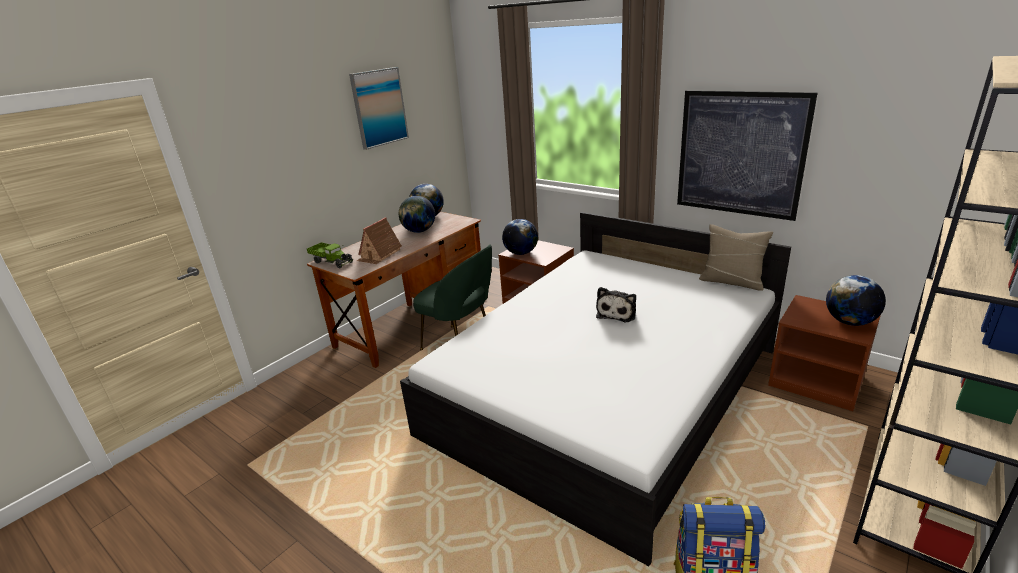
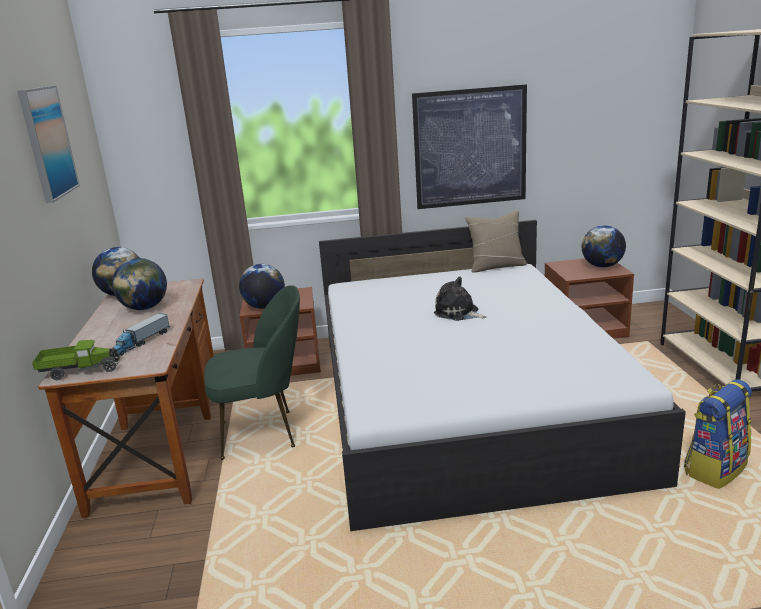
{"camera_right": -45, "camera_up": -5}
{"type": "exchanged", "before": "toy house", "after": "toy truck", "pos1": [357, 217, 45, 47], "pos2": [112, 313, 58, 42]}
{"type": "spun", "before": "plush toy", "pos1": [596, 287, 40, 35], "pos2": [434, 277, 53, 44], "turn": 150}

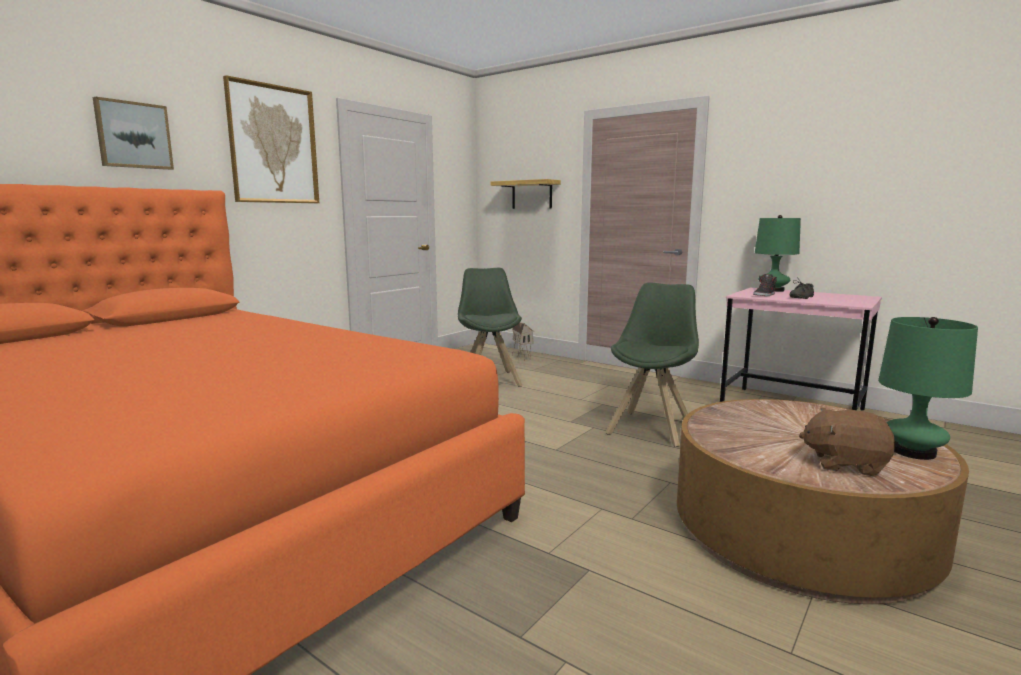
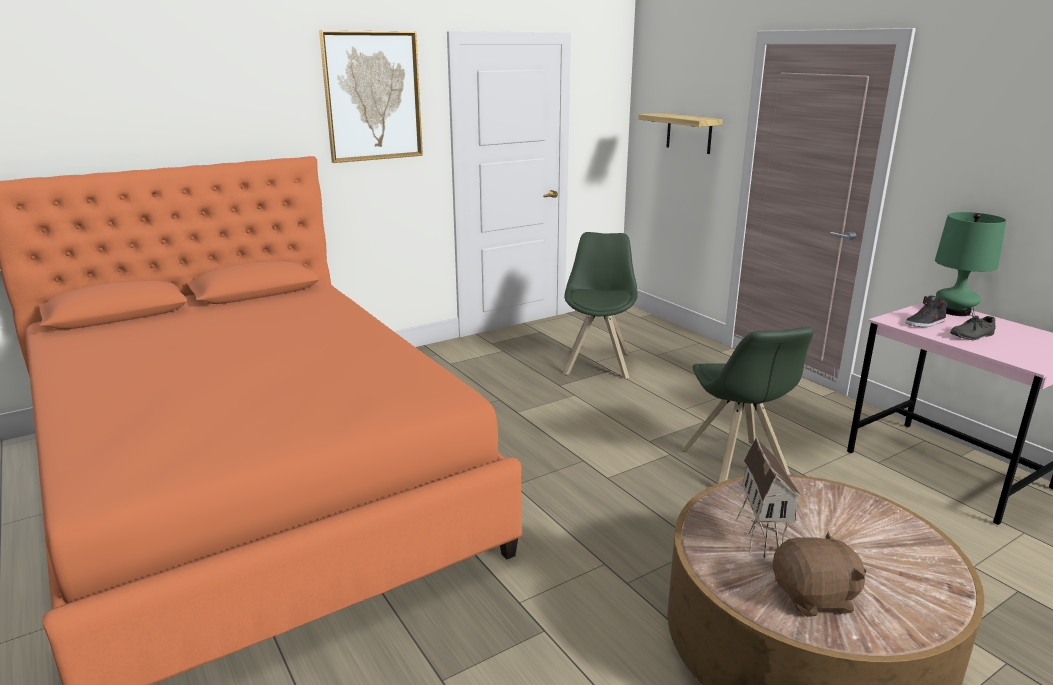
{"camera_right": 20, "camera_up": 10}
{"type": "missing", "before": "picture", "pos1": [93, 97, 81, 73]}
{"type": "spun", "before": "chair (green)", "pos1": [605, 282, 94, 165], "pos2": [681, 327, 133, 156], "turn": 120}
{"type": "missing", "before": "table lamp (green)", "pos1": [878, 317, 100, 143]}
{"type": "relocated", "before": "toy house", "pos1": [512, 323, 22, 38], "pos2": [736, 436, 66, 122]}
{"type": "spun", "before": "plush toy (brown)", "pos1": [799, 408, 96, 68], "pos2": [772, 531, 94, 86], "turn": 135}

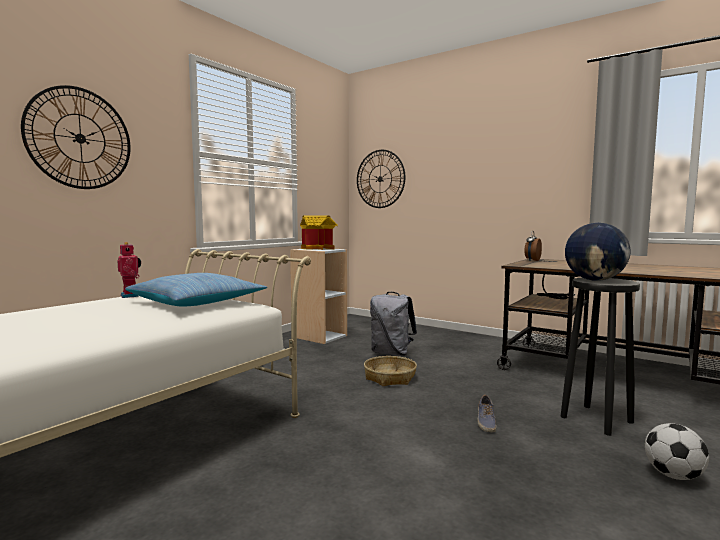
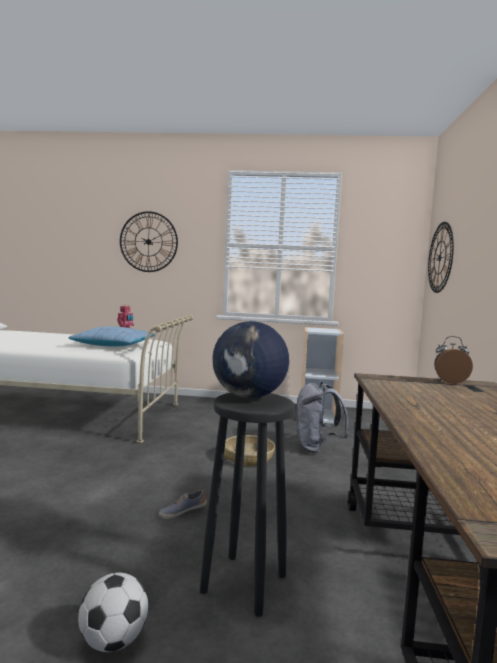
{"camera_right": 60, "camera_up": 0}
{"type": "missing", "before": "toy house", "pos1": [300, 215, 38, 35]}

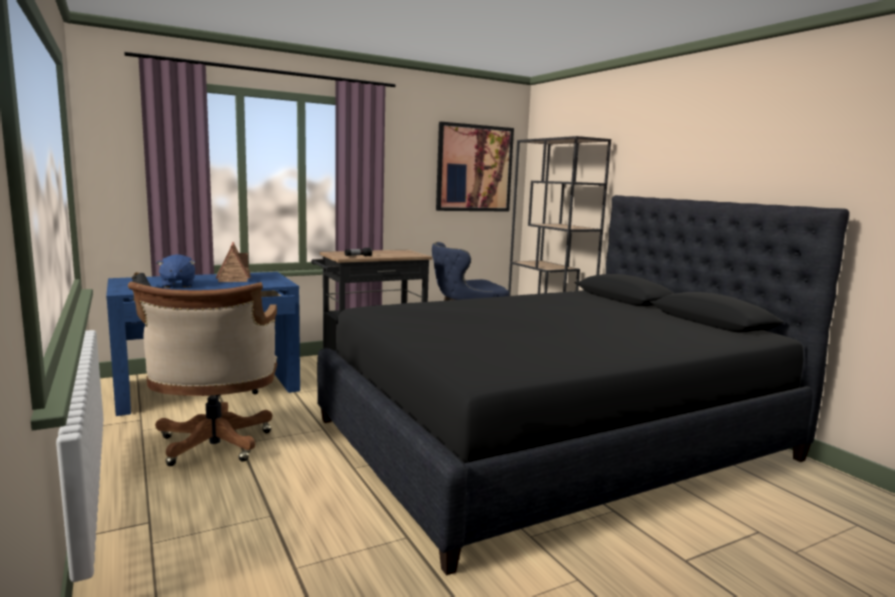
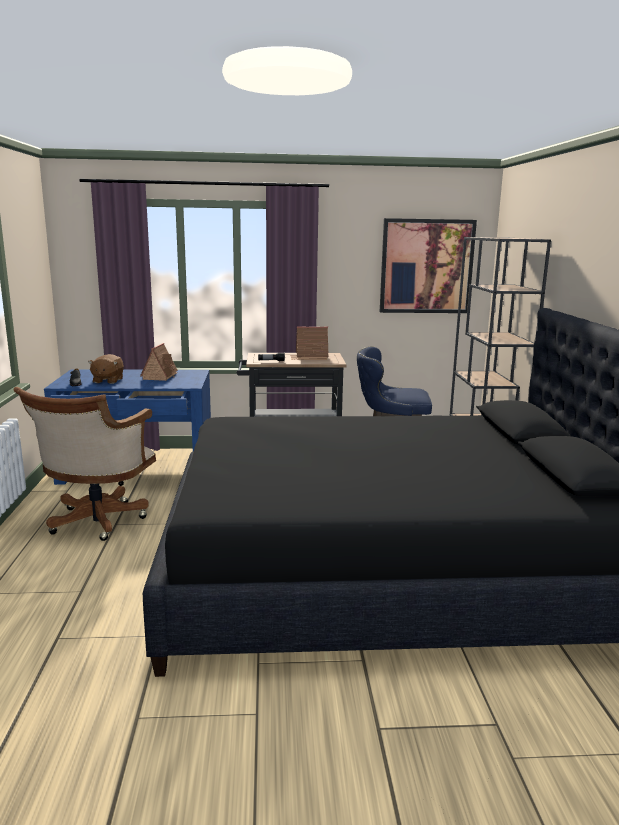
{"camera_right": 25, "camera_up": 5}
{"type": "colour", "before": "plush toy (blue)", "after": "plush toy (brown)", "pos1": [156, 254, 40, 34], "pos2": [88, 354, 36, 30]}
{"type": "appeared", "after": "toy house", "pos2": [290, 326, 39, 34]}

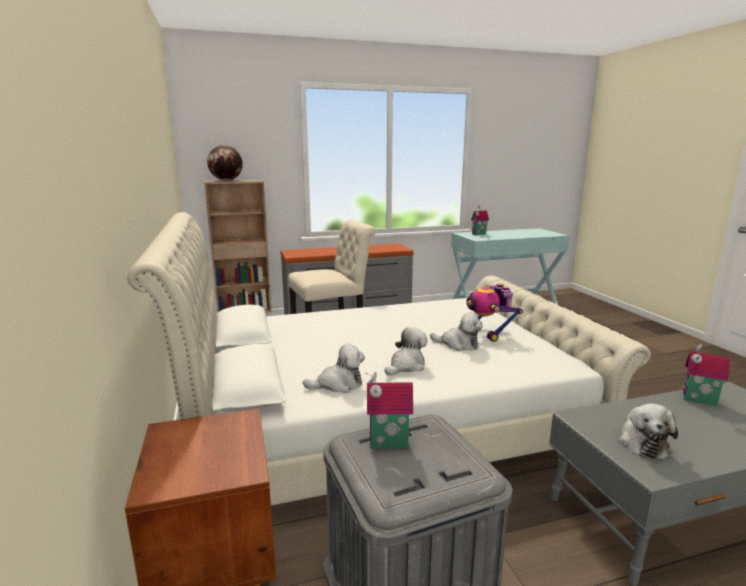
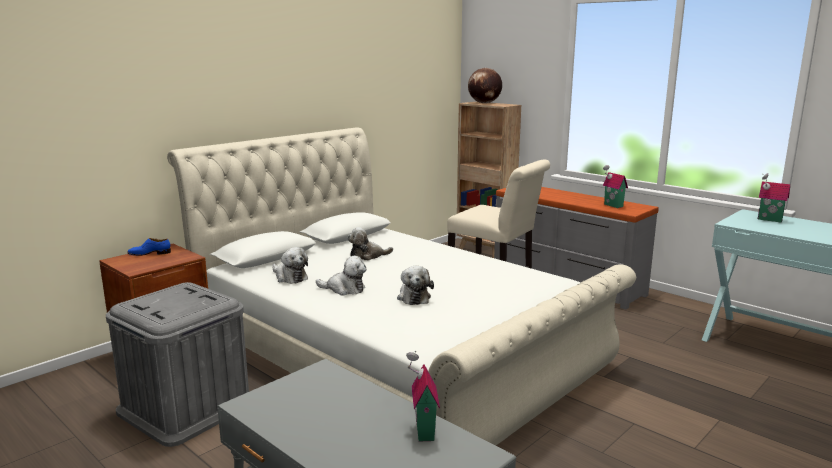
{"camera_right": 60, "camera_up": 0}
{"type": "missing", "before": "toy robot", "pos1": [466, 283, 57, 59]}
{"type": "relocated", "before": "toy house", "pos1": [366, 371, 47, 77], "pos2": [603, 165, 25, 43]}
{"type": "relocated", "before": "plush toy", "pos1": [618, 403, 60, 56], "pos2": [347, 227, 46, 33]}
{"type": "appeared", "after": "shoe (blue)", "pos2": [127, 238, 44, 18]}

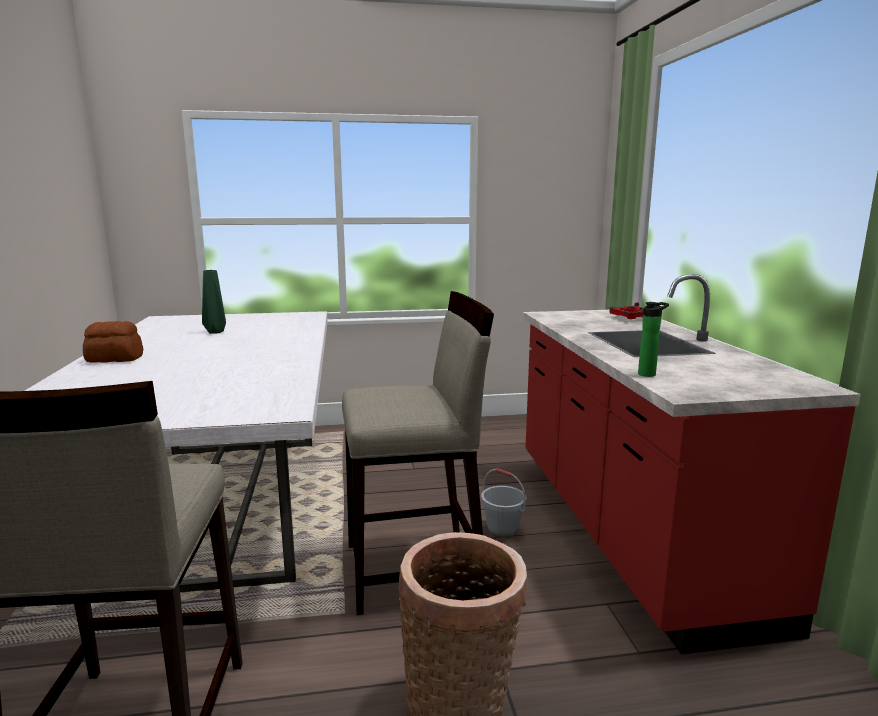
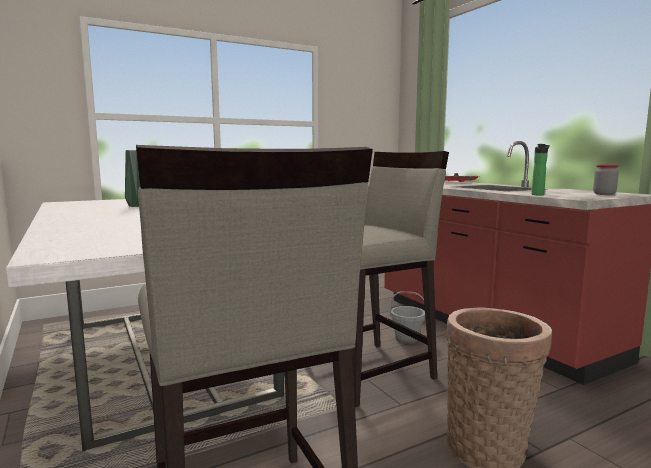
{"camera_right": -20, "camera_up": -5}
{"type": "missing", "before": "bread", "pos1": [83, 321, 60, 42]}
{"type": "appeared", "after": "jar", "pos2": [593, 164, 26, 31]}

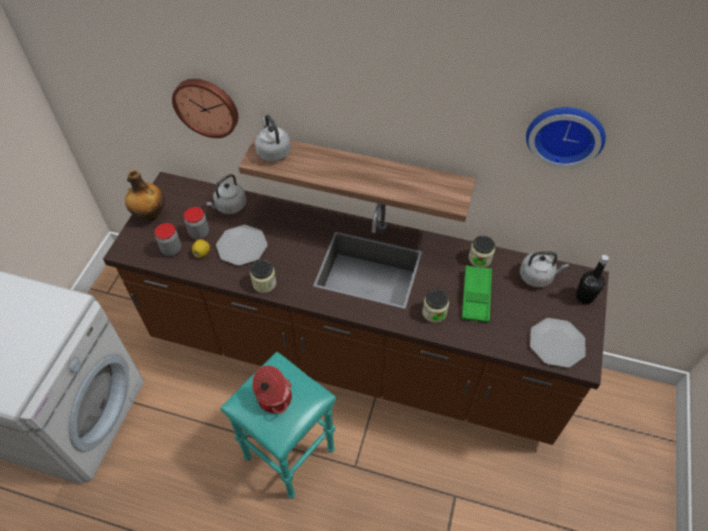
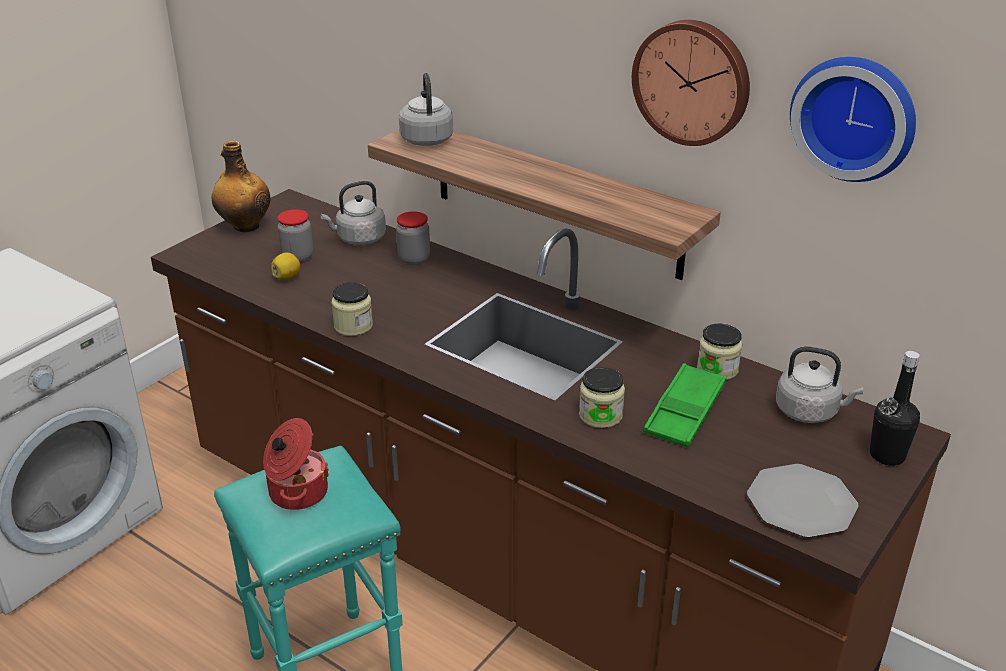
{"camera_right": 20, "camera_up": -20}
{"type": "relocated", "before": "wall clock", "pos1": [172, 79, 66, 59], "pos2": [632, 20, 118, 126]}
{"type": "relocated", "before": "jar", "pos1": [155, 223, 26, 33], "pos2": [396, 211, 34, 54]}
{"type": "missing", "before": "plate", "pos1": [216, 225, 52, 41]}

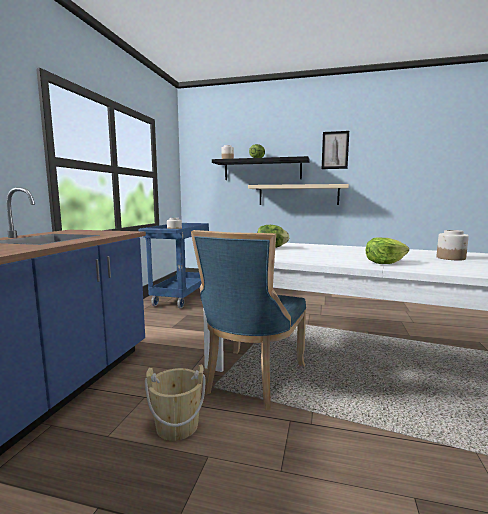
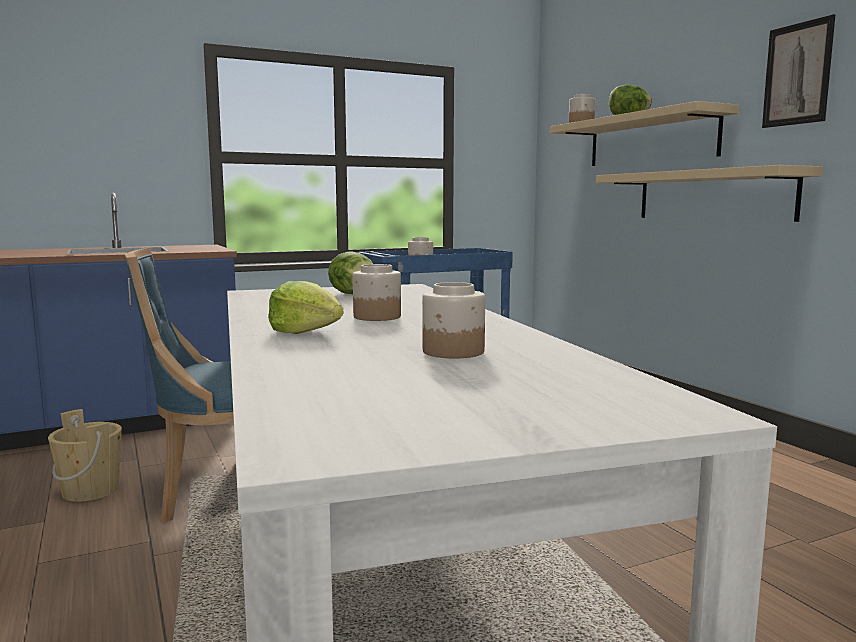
{"camera_right": 50, "camera_up": 0}
{"type": "colour", "before": "shelf (black)", "after": "shelf (beige)", "pos1": [212, 156, 98, 24], "pos2": [550, 101, 189, 65]}
{"type": "appeared", "after": "jar", "pos2": [353, 264, 48, 57]}

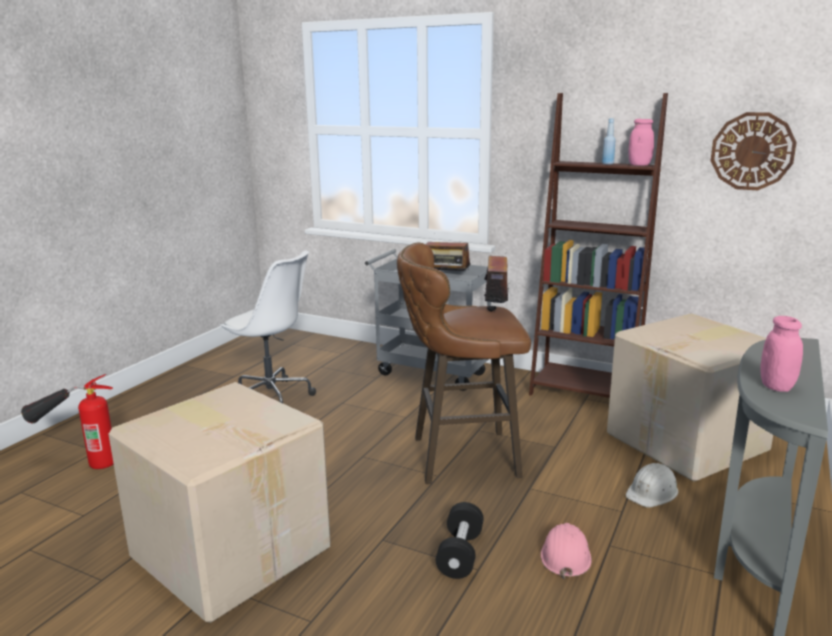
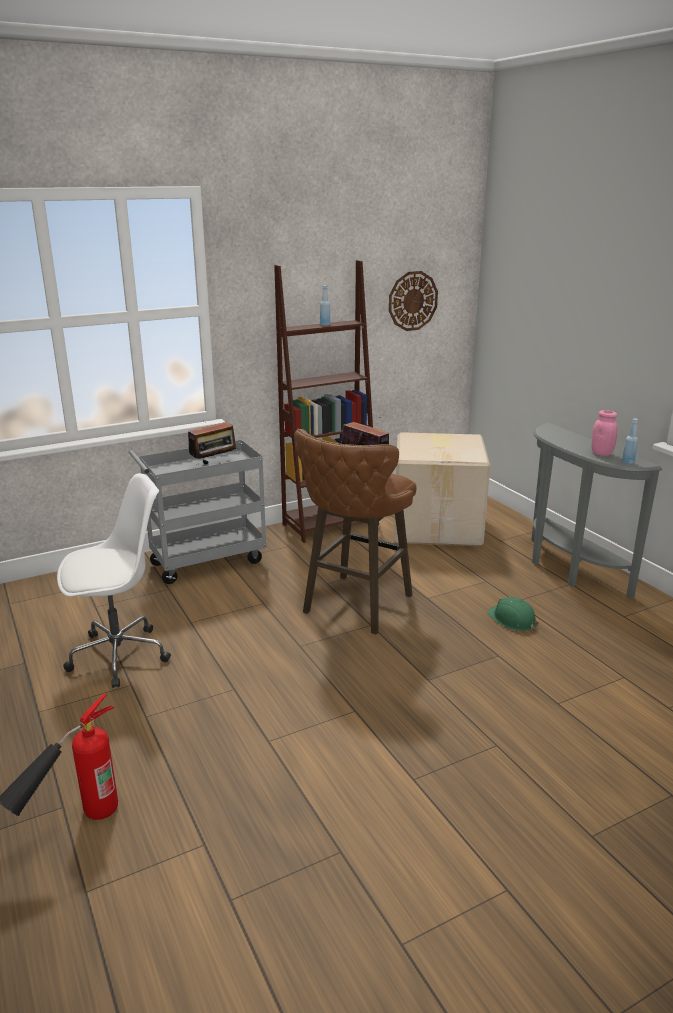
{"camera_right": -55, "camera_up": 5}
{"type": "missing", "before": "jar (pink)", "pos1": [629, 119, 25, 47]}
{"type": "missing", "before": "cardboard box", "pos1": [109, 382, 222, 241]}
{"type": "missing", "before": "hard hat (white)", "pos1": [626, 463, 52, 44]}
{"type": "missing", "before": "dumbbell (black)", "pos1": [436, 502, 48, 77]}
{"type": "colour", "before": "hard hat (pink)", "after": "hard hat (green)", "pos1": [541, 523, 51, 56], "pos2": [487, 597, 52, 34]}
{"type": "appeared", "after": "bottle (blue)", "pos2": [622, 418, 16, 46]}

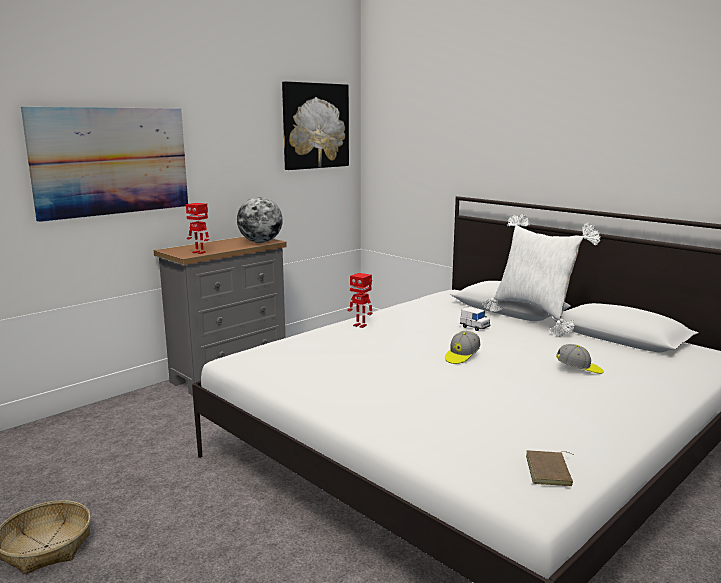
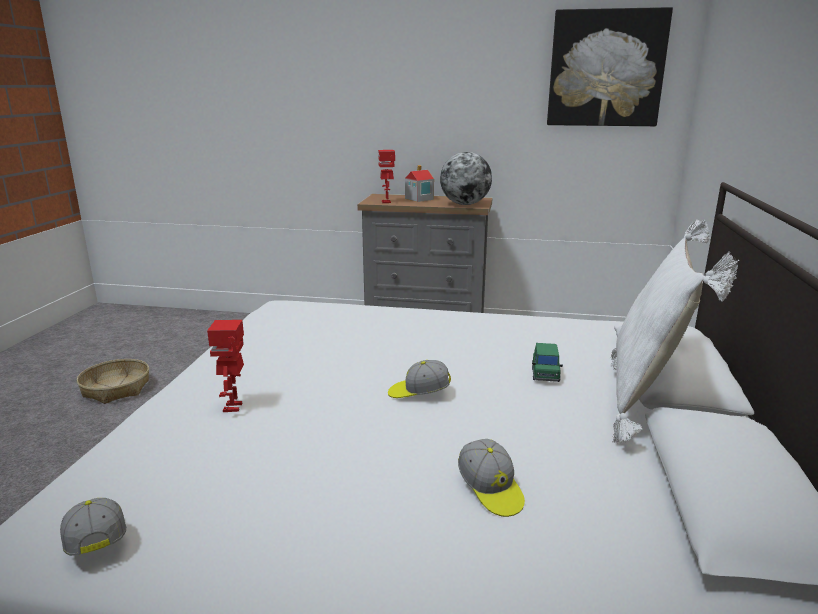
{"camera_right": 55, "camera_up": 5}
{"type": "missing", "before": "picture", "pos1": [21, 107, 167, 115]}
{"type": "relocated", "before": "toy robot", "pos1": [348, 273, 24, 55], "pos2": [207, 320, 37, 92]}
{"type": "colour", "before": "toy car (white)", "after": "toy car (green)", "pos1": [460, 307, 30, 24], "pos2": [532, 343, 31, 39]}
{"type": "exchanged", "before": "book (brown)", "after": "cap", "pos1": [526, 450, 48, 36], "pos2": [60, 498, 66, 58]}
{"type": "appeared", "after": "toy house", "pos2": [405, 165, 29, 37]}

